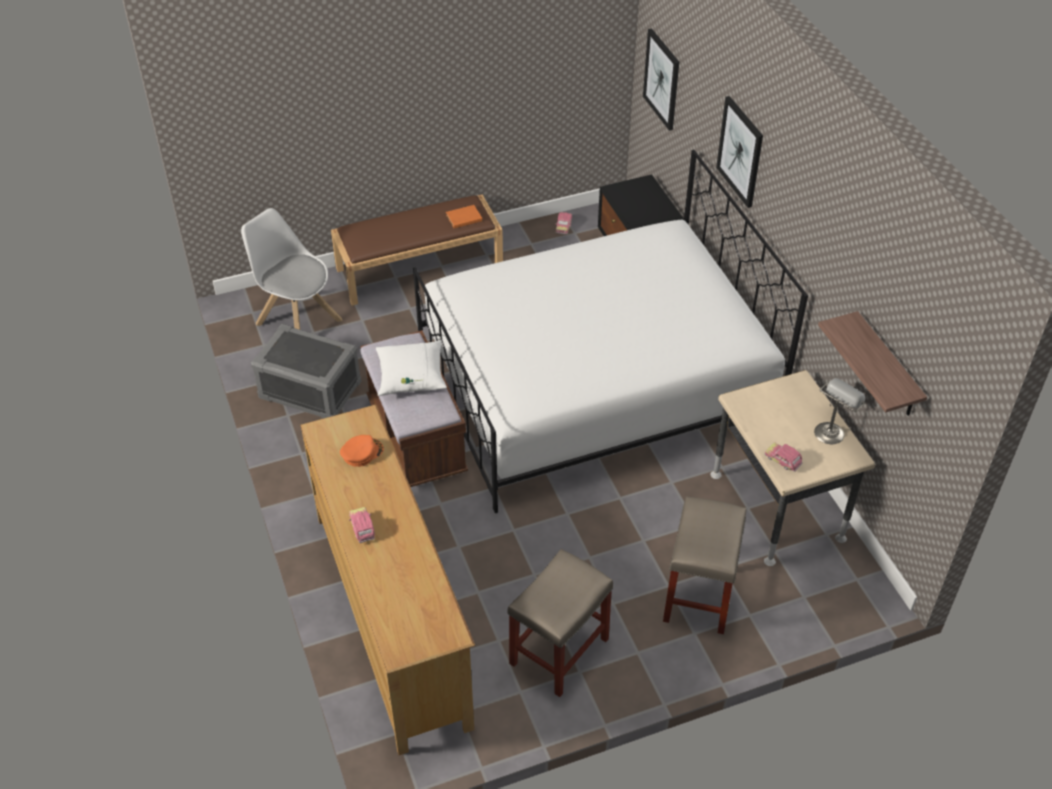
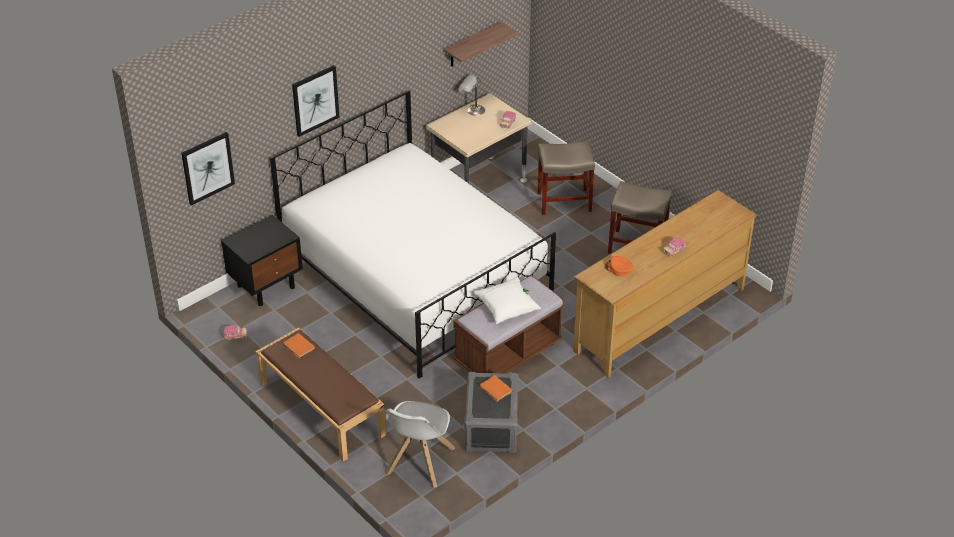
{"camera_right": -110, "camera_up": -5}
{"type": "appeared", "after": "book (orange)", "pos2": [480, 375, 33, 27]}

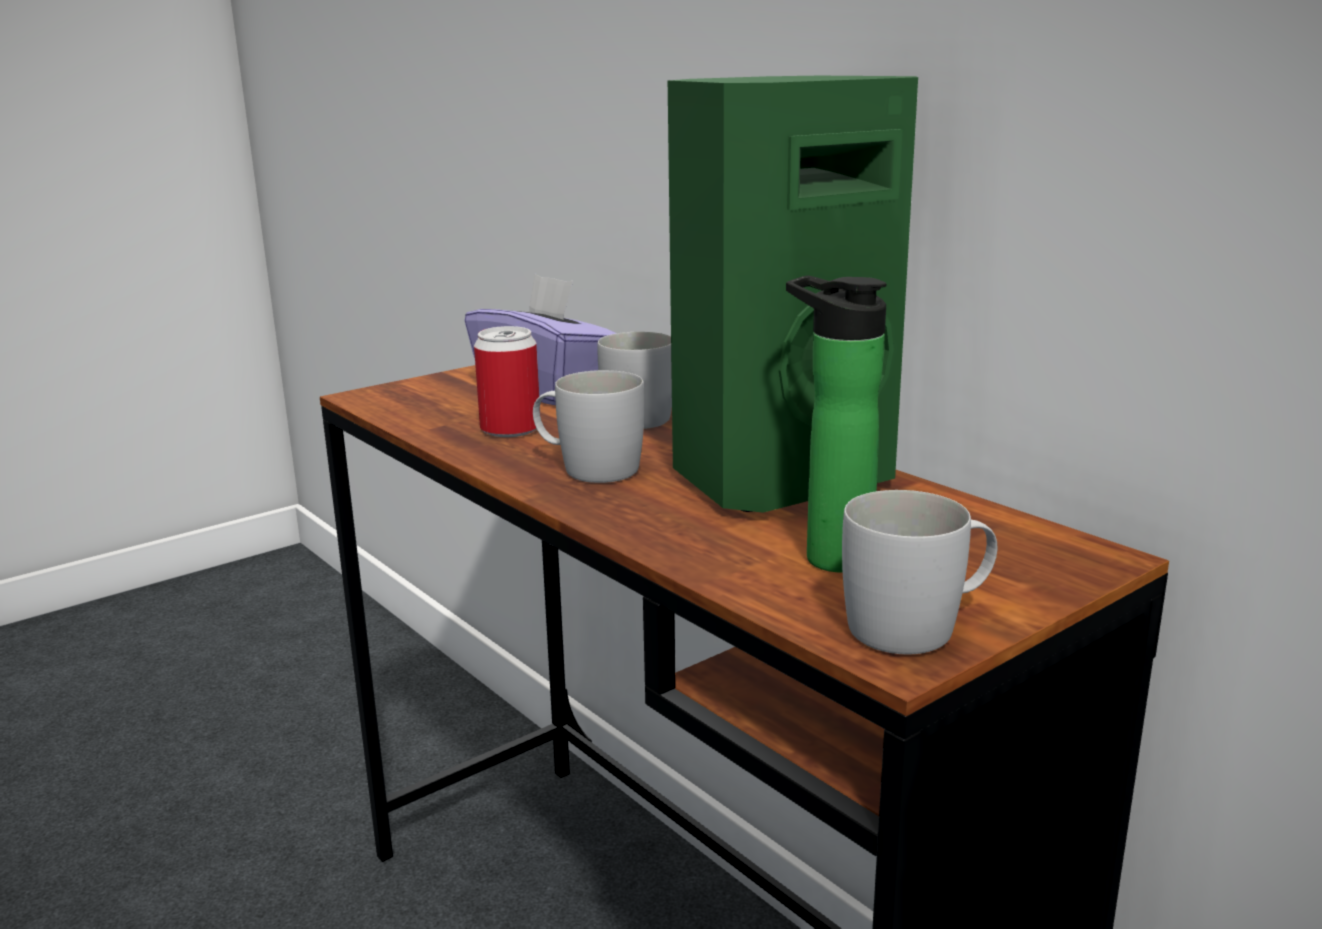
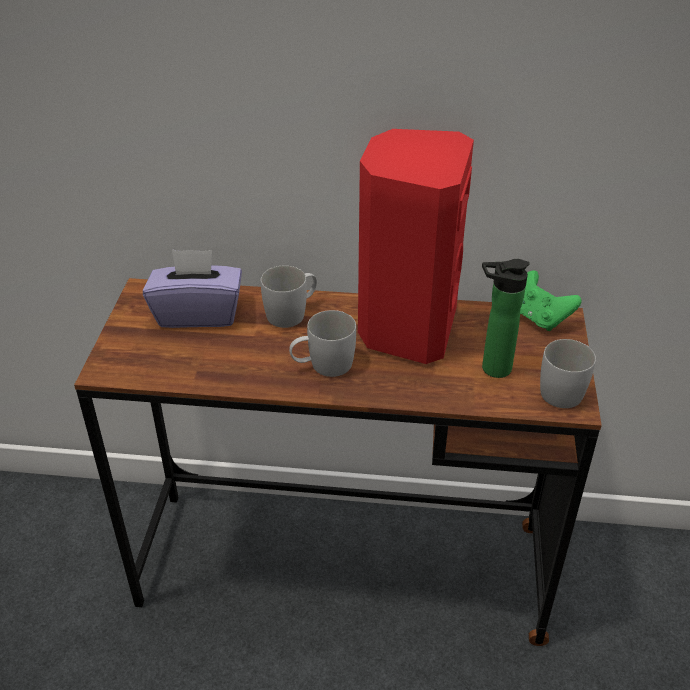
{"camera_right": -45, "camera_up": 20}
{"type": "colour", "before": "speaker (green)", "after": "speaker (red)", "pos1": [668, 76, 250, 437], "pos2": [358, 129, 116, 235]}
{"type": "missing", "before": "can", "pos1": [474, 326, 65, 111]}
{"type": "appeared", "after": "game controller (green)", "pos2": [520, 270, 62, 61]}

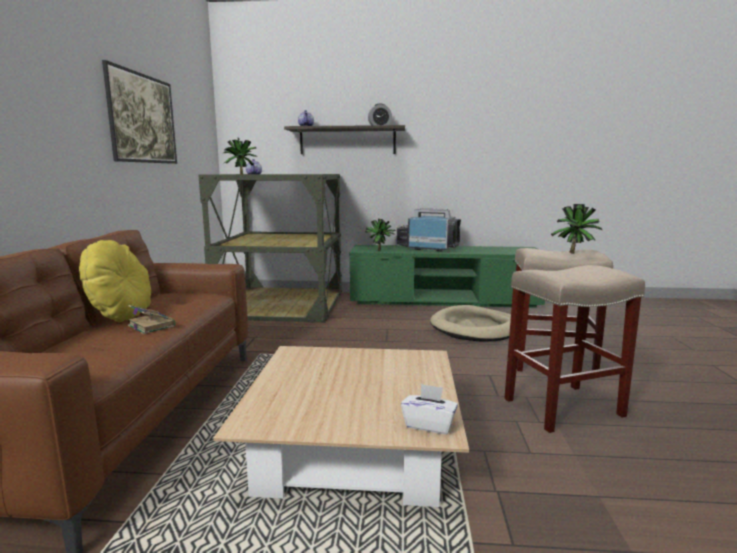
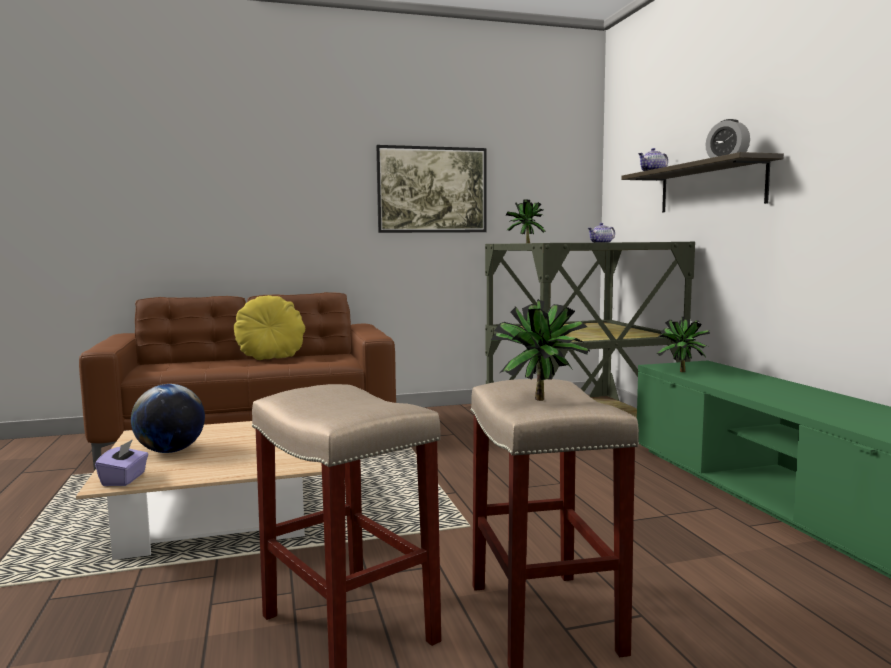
{"camera_right": 70, "camera_up": -5}
{"type": "missing", "before": "television", "pos1": [394, 208, 67, 43]}
{"type": "missing", "before": "book", "pos1": [128, 305, 48, 29]}
{"type": "missing", "before": "dog bed (beige)", "pos1": [430, 305, 81, 36]}
{"type": "colour", "before": "tissue box (white)", "after": "tissue box (purple)", "pos1": [401, 384, 57, 50], "pos2": [95, 439, 53, 47]}
{"type": "appeared", "after": "globe", "pos2": [131, 384, 74, 69]}

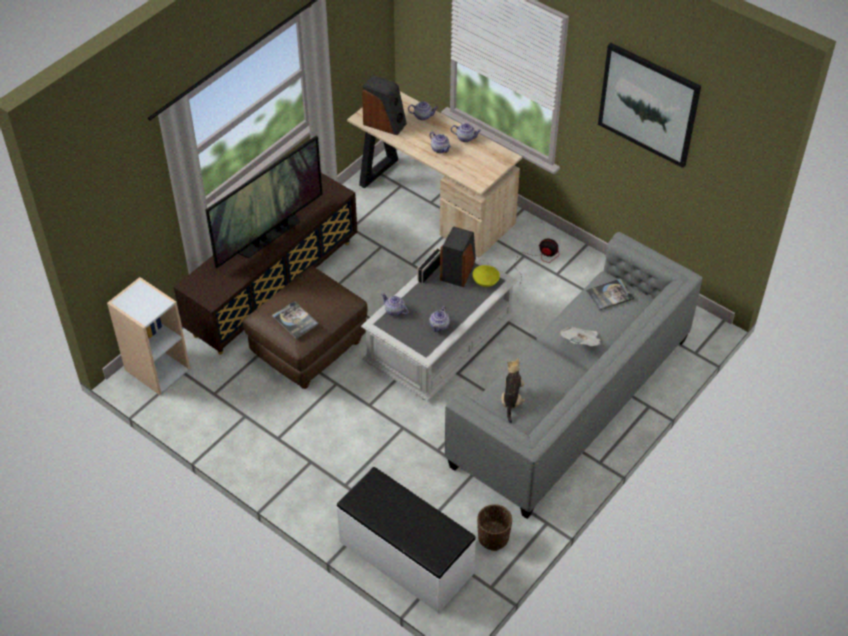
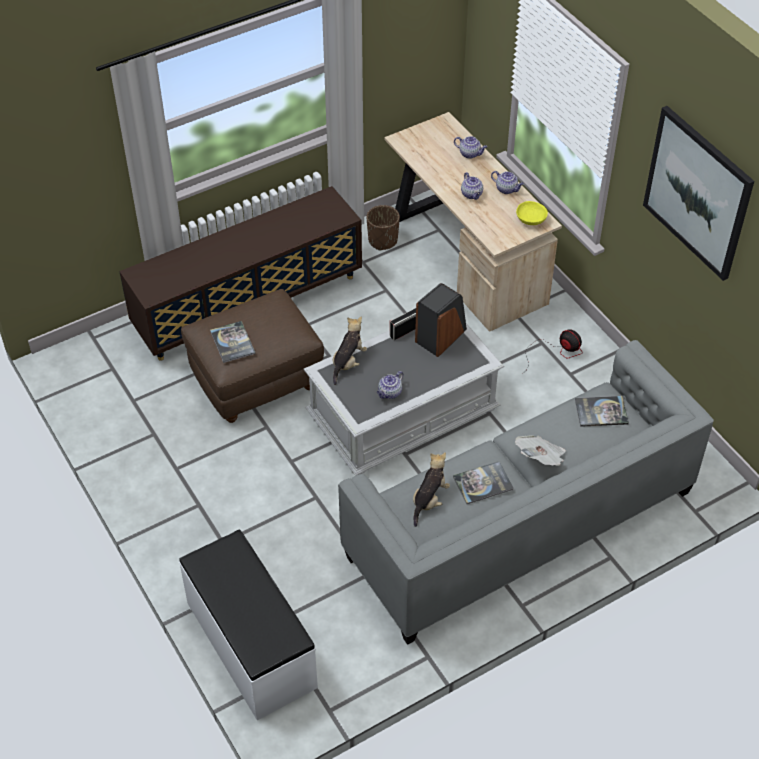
{"camera_right": 20, "camera_up": 0}
{"type": "missing", "before": "speaker", "pos1": [362, 75, 45, 61]}
{"type": "missing", "before": "television", "pos1": [206, 136, 117, 132]}
{"type": "relocated", "before": "bowl (yellow)", "pos1": [472, 265, 28, 22], "pos2": [516, 201, 32, 24]}
{"type": "missing", "before": "bookcase", "pos1": [107, 277, 83, 118]}
{"type": "exchanged", "before": "teapot", "after": "plush toy", "pos1": [381, 293, 27, 23], "pos2": [333, 317, 34, 68]}
{"type": "relocated", "before": "planter (brown)", "pos1": [477, 504, 35, 47], "pos2": [367, 205, 33, 46]}
{"type": "appeared", "after": "book", "pos2": [453, 461, 60, 43]}

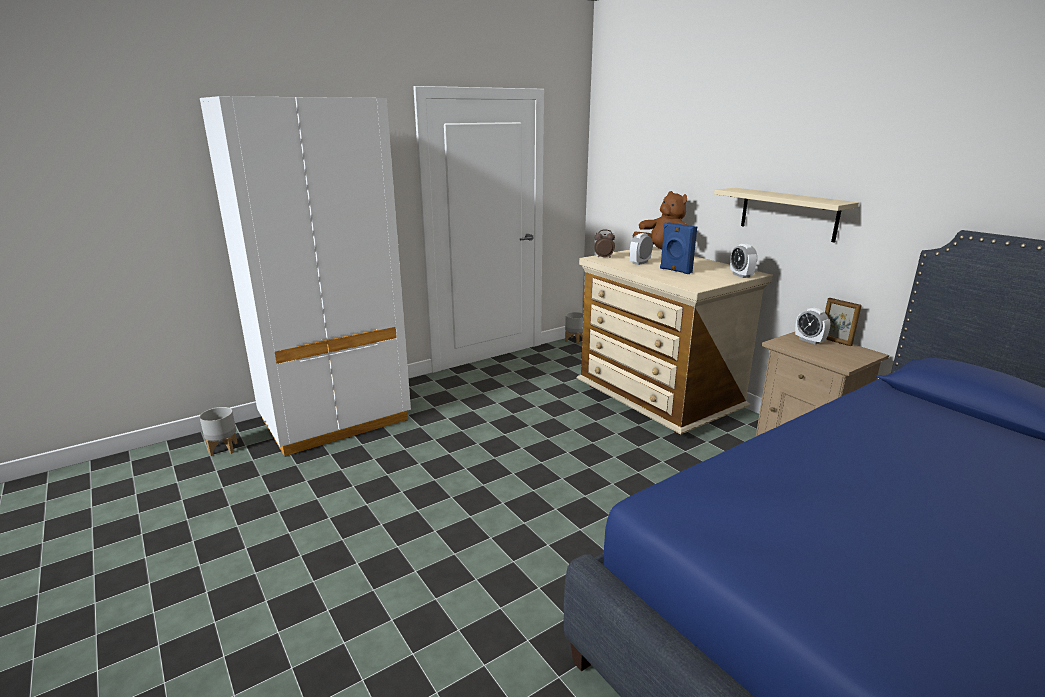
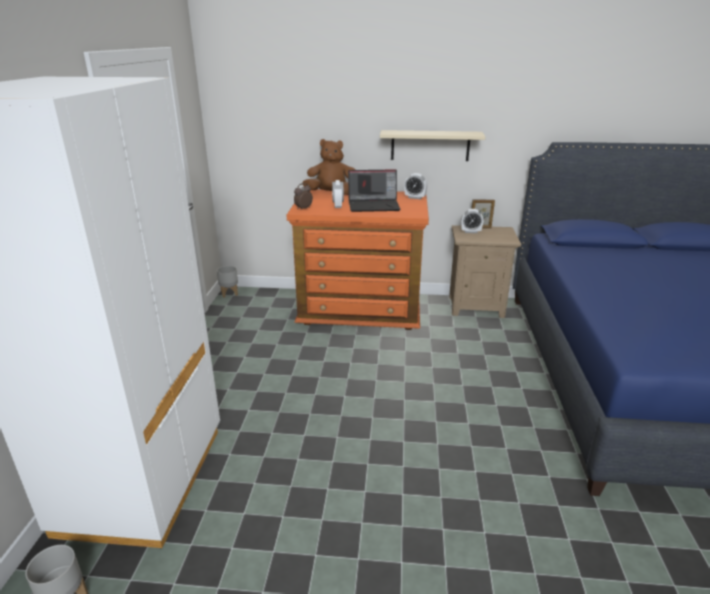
{"camera_right": -50, "camera_up": 5}
{"type": "exchanged", "before": "speaker (blue)", "after": "laptop", "pos1": [660, 222, 37, 52], "pos2": [348, 169, 52, 43]}
{"type": "colour", "before": "dresser (beige)", "after": "dresser (orange)", "pos1": [576, 246, 197, 189], "pos2": [287, 189, 142, 141]}

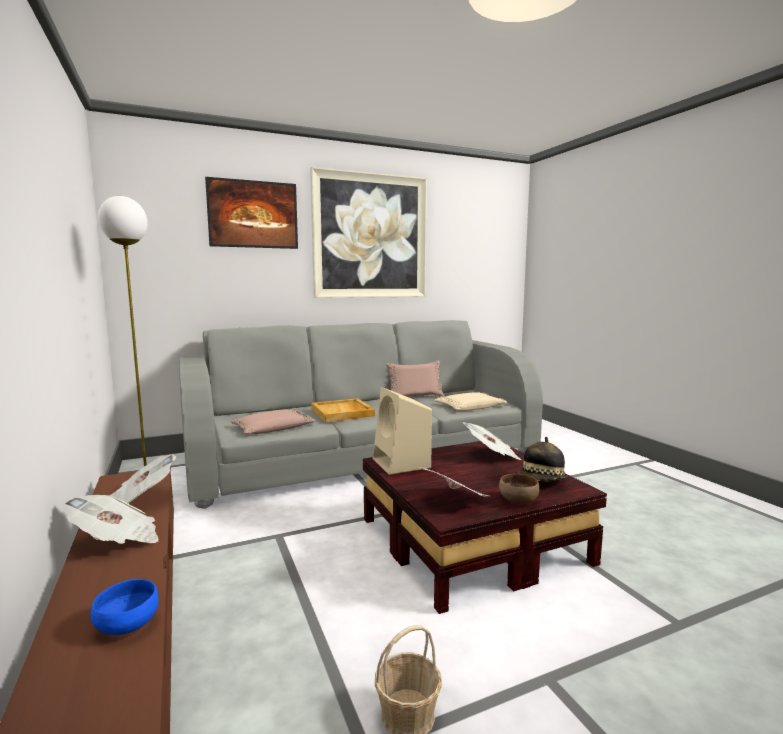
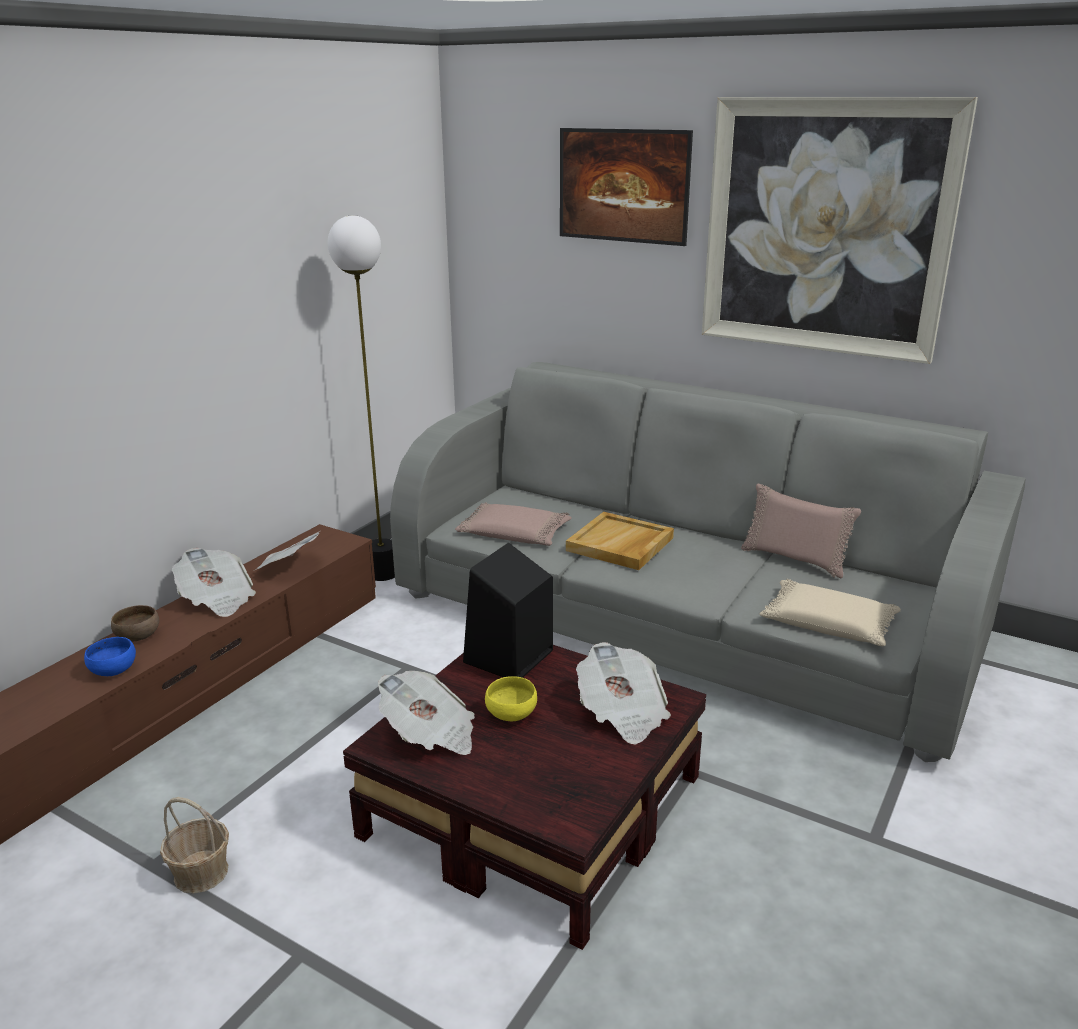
{"camera_right": 55, "camera_up": 15}
{"type": "colour", "before": "speaker (beige)", "after": "speaker (black)", "pos1": [373, 387, 59, 88], "pos2": [463, 543, 90, 135]}
{"type": "missing", "before": "hat", "pos1": [518, 437, 50, 45]}
{"type": "relocated", "before": "bowl (brown)", "pos1": [499, 474, 40, 30], "pos2": [111, 605, 48, 37]}
{"type": "appeared", "after": "bowl (yellow)", "pos2": [485, 676, 52, 45]}

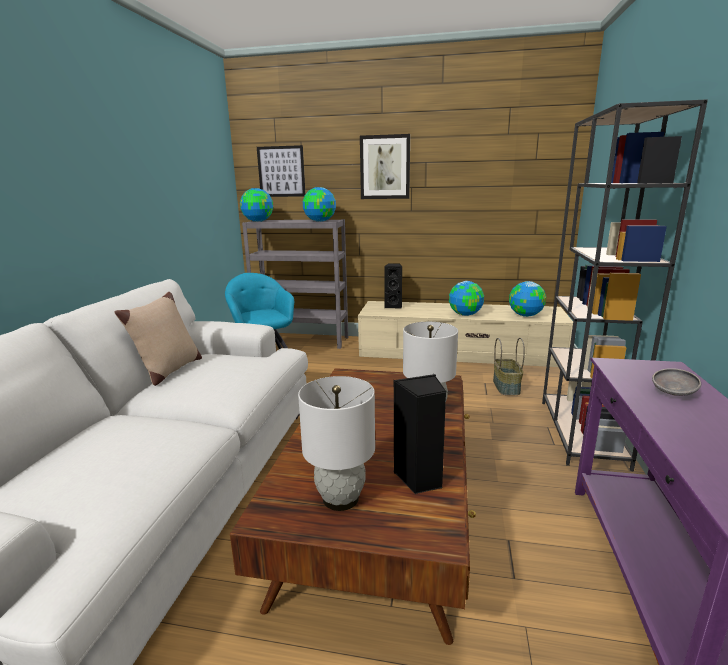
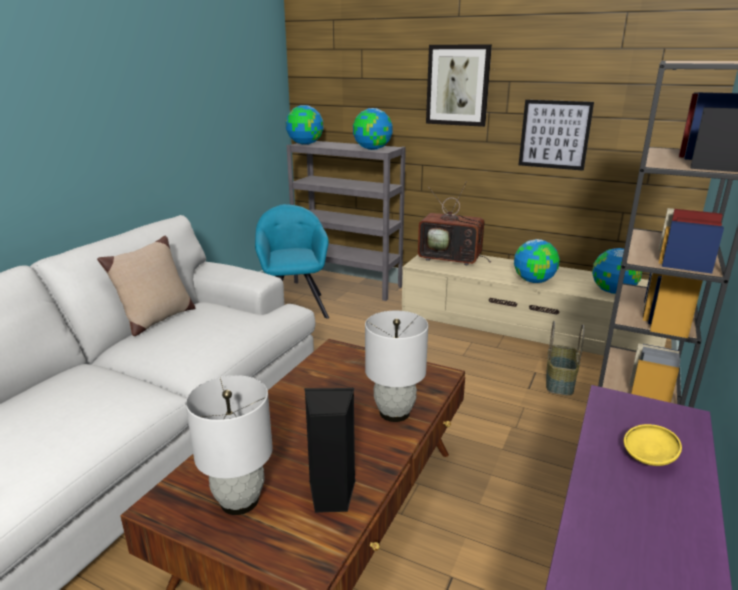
{"camera_right": 15, "camera_up": 5}
{"type": "relocated", "before": "picture", "pos1": [257, 145, 48, 52], "pos2": [519, 100, 75, 71]}
{"type": "exchanged", "before": "speaker (black)", "after": "television", "pos1": [384, 263, 18, 46], "pos2": [418, 183, 73, 83]}
{"type": "colour", "before": "bowl (grey)", "after": "bowl (yellow)", "pos1": [652, 368, 49, 28], "pos2": [624, 424, 58, 42]}

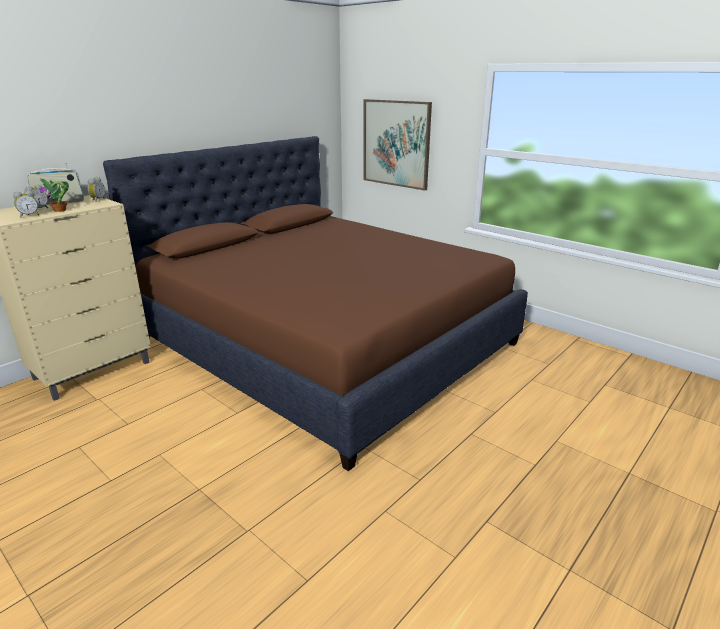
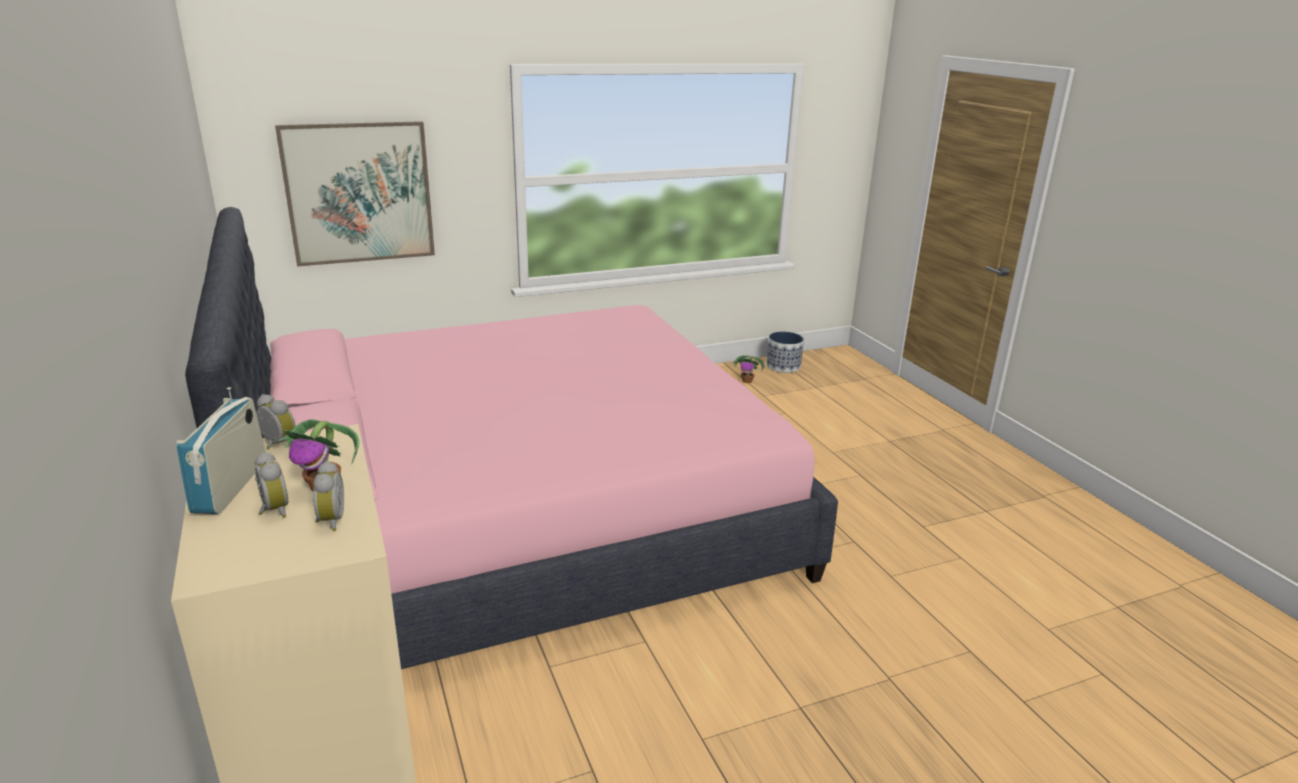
{"camera_right": -65, "camera_up": 0}
{"type": "colour", "before": "bed (brown)", "after": "bed (pink)", "pos1": [103, 136, 425, 335], "pos2": [185, 207, 653, 462]}
{"type": "appeared", "after": "planter", "pos2": [766, 332, 38, 41]}
{"type": "appeared", "after": "potted plant", "pos2": [733, 355, 32, 28]}

